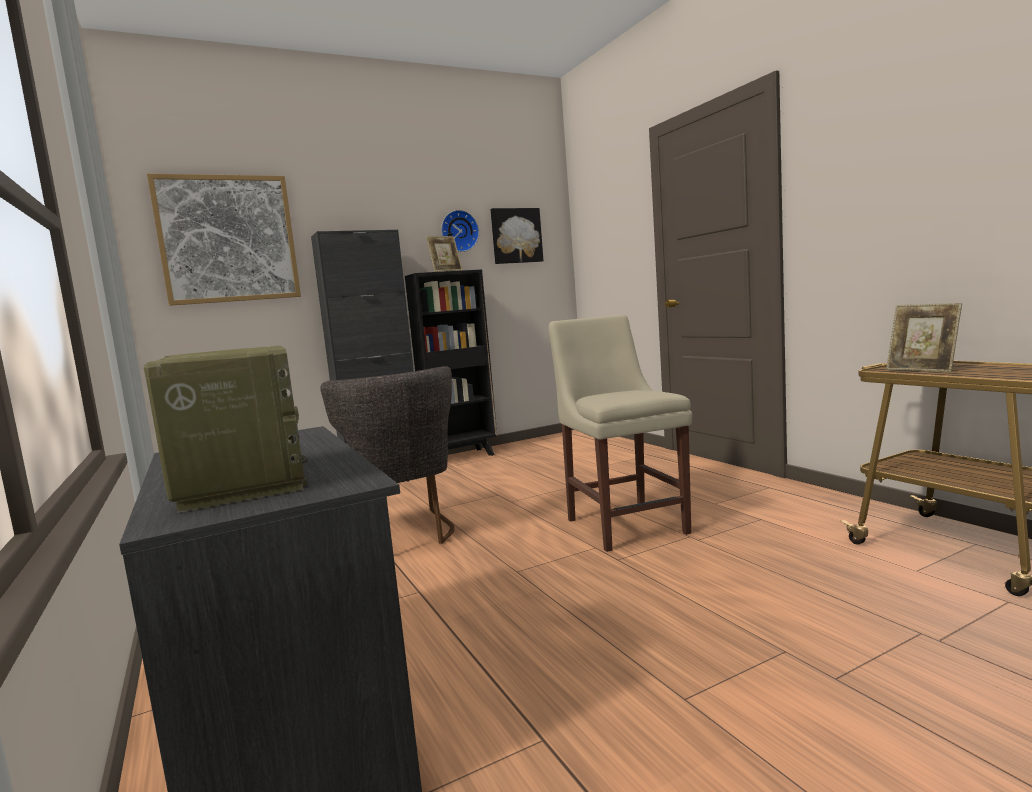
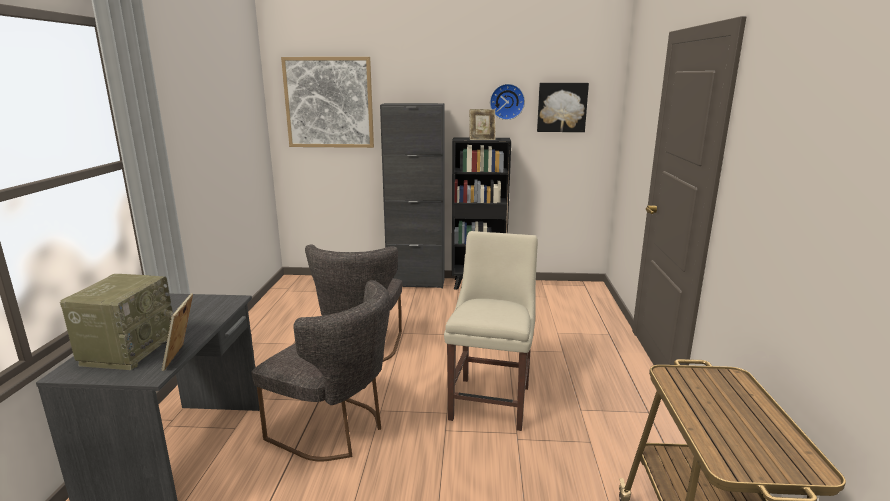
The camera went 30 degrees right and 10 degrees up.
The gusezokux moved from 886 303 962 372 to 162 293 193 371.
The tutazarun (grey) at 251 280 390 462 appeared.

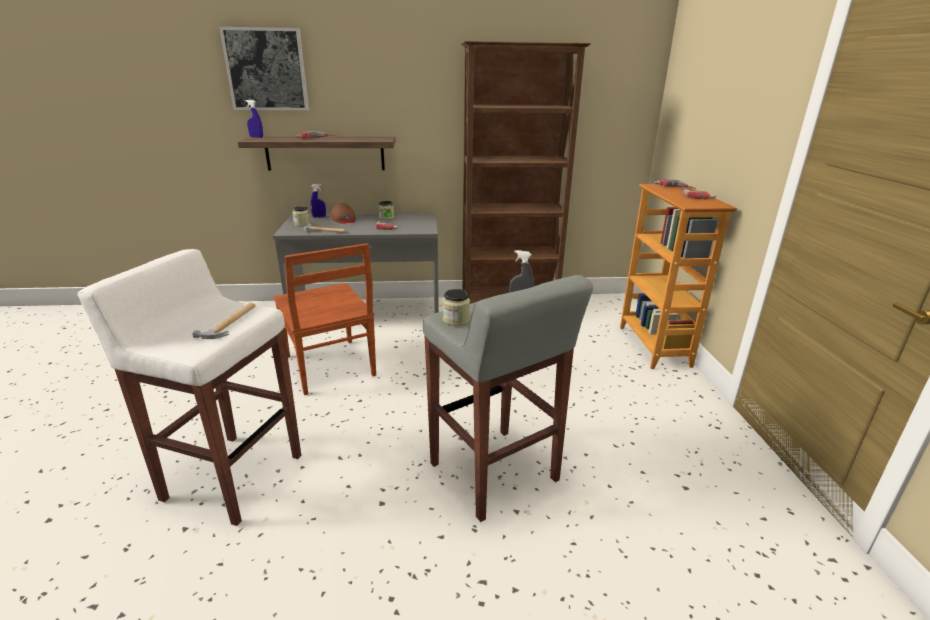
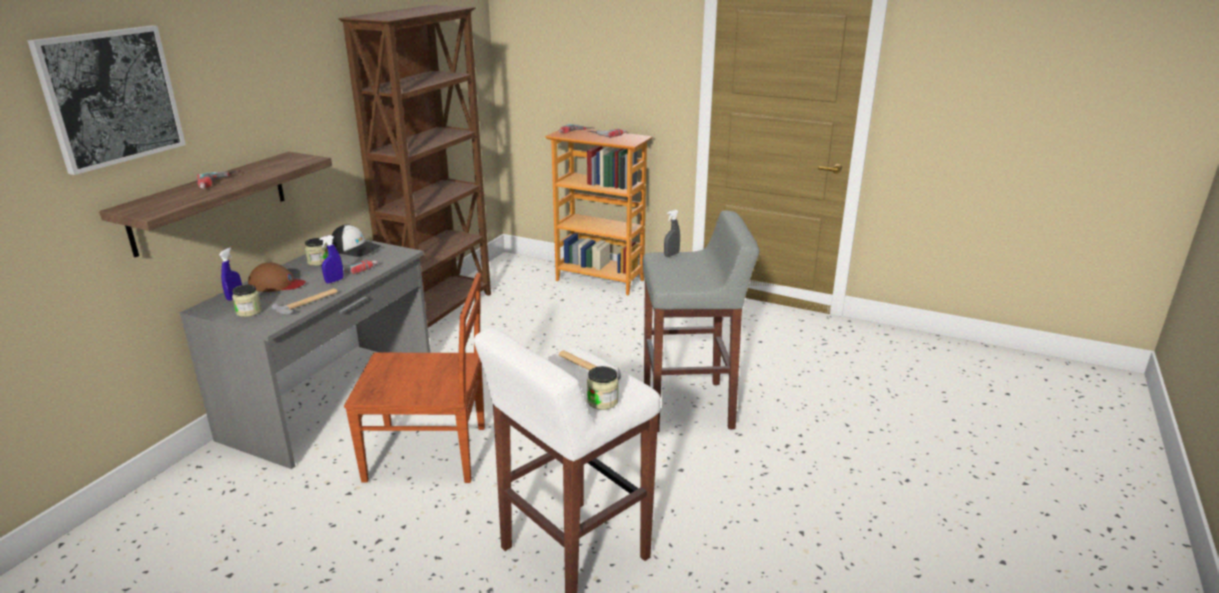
The camera went 60 degrees left and 0 degrees up.
The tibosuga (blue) moved from 245 100 263 138 to 319 235 343 284.
The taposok moved from 443 289 470 326 to 587 366 618 410.
The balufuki at 331 224 381 257 appeared.

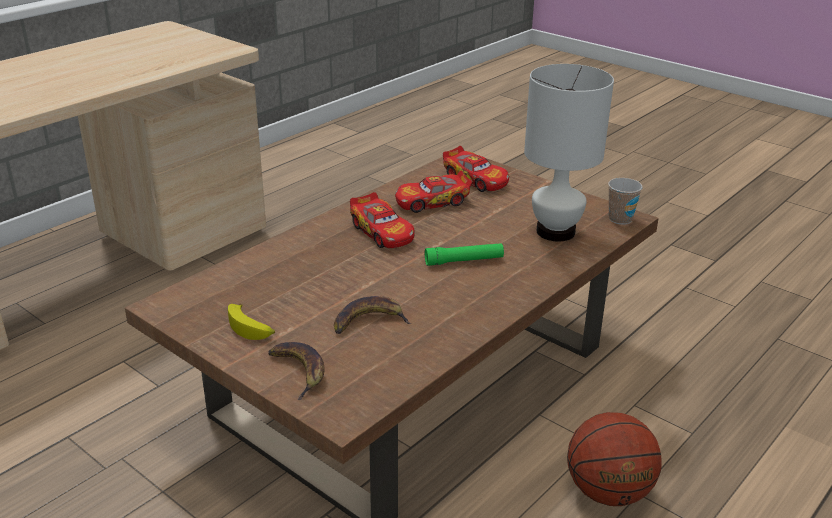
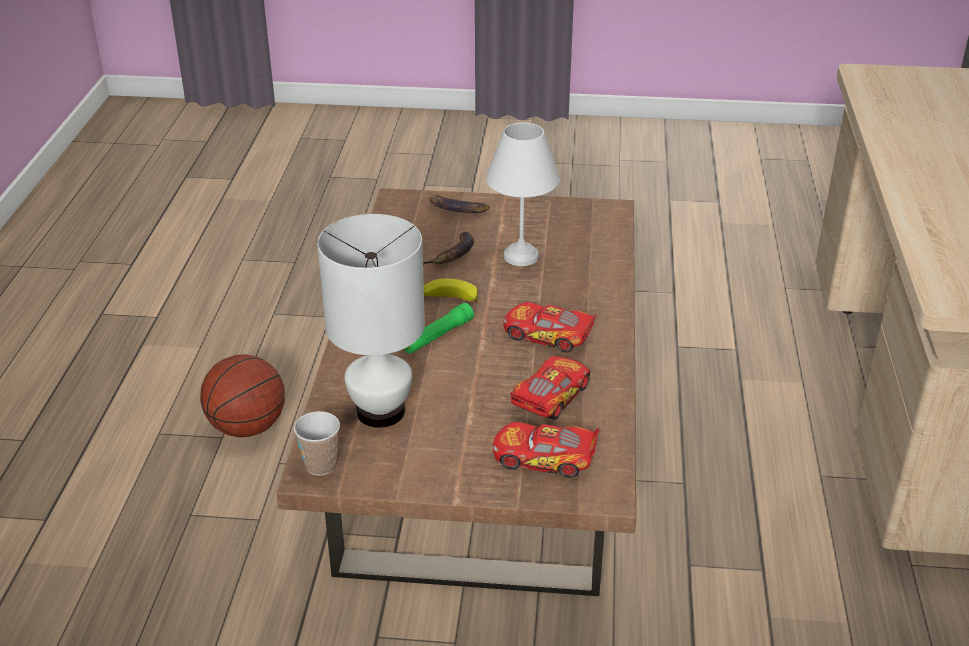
The camera went 145 degrees right and 5 degrees up.
The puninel moved from 228 304 275 340 to 424 278 477 302.
The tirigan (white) at 486 122 560 266 appeared.

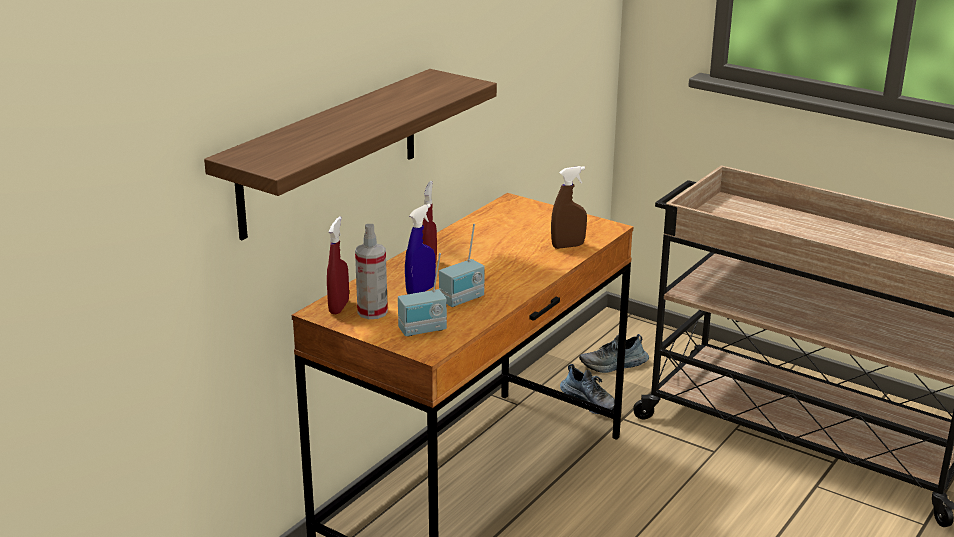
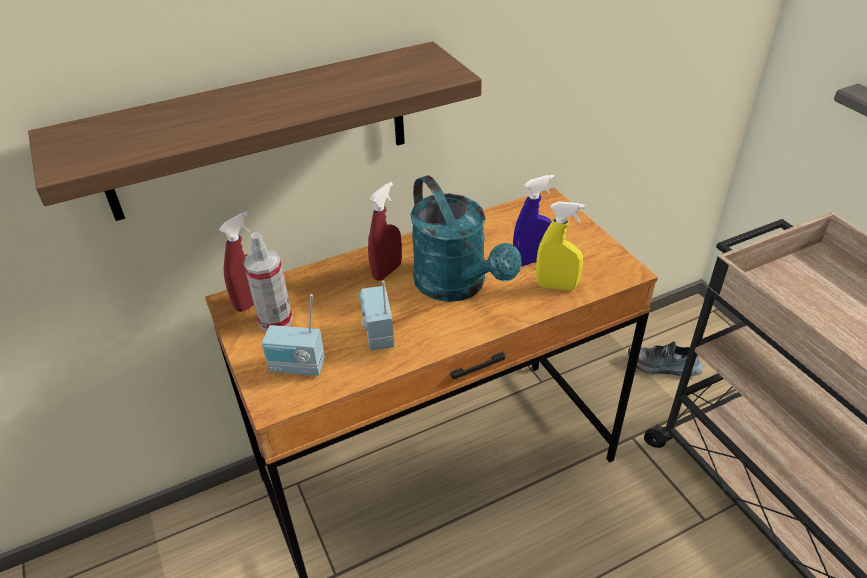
The camera went 30 degrees right and 15 degrees up.
The tibosuga (brown) at 551 166 587 249 became the tibosuga (yellow) at 536 201 585 290.
The tibosuga (blue) moved from 405 204 436 294 to 513 175 554 266.
The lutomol at 439 224 485 307 turned 90 degrees clockwise.
The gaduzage at 560 364 615 414 disappeared.
The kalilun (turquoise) at 410 175 521 302 appeared.

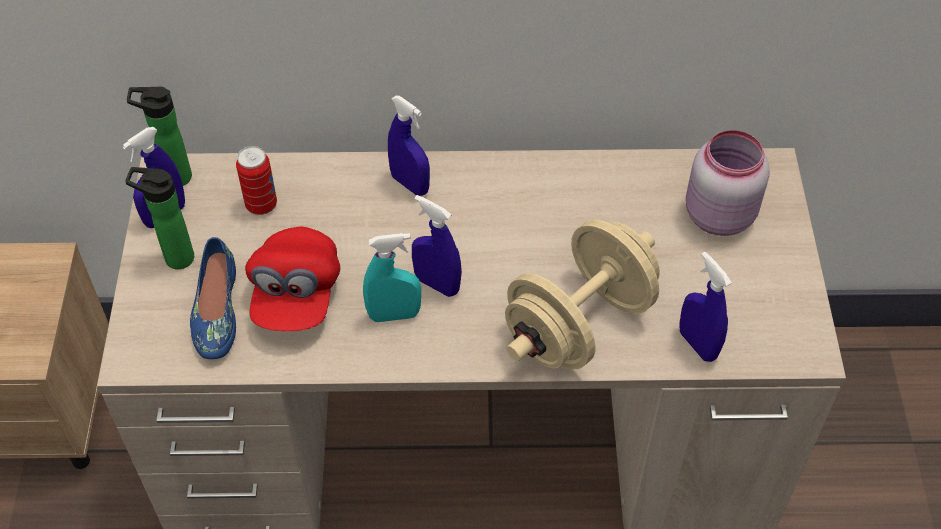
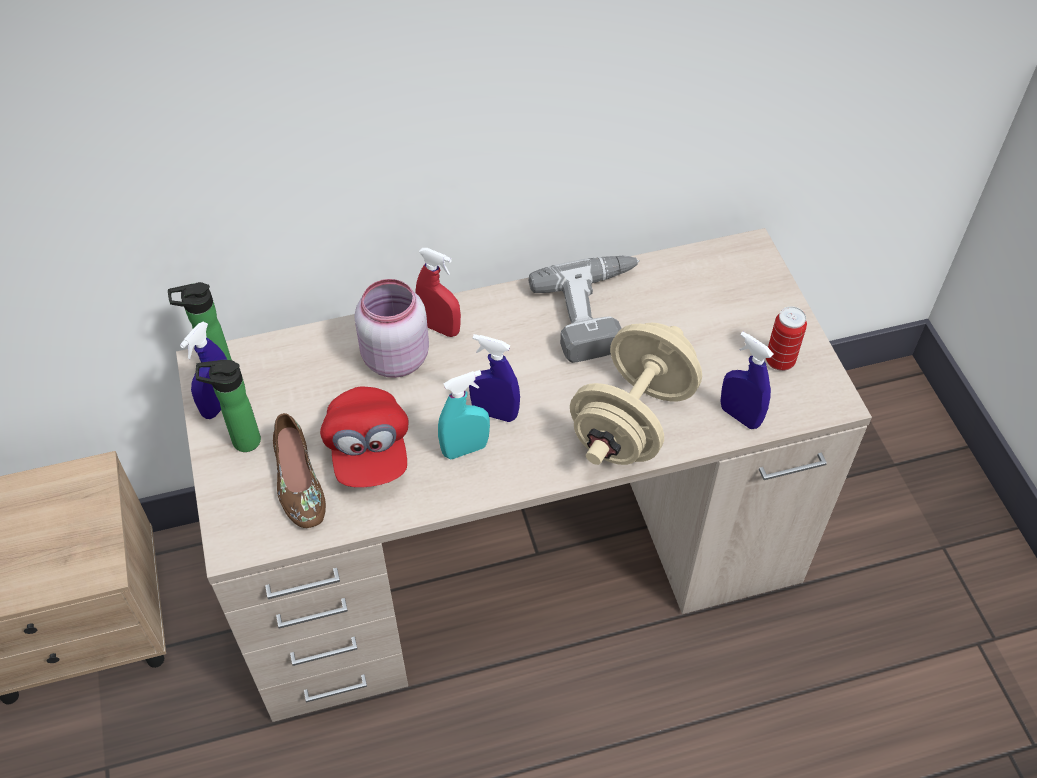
The camera went 15 degrees left and 0 degrees up.
The tibosuga (blue) at 388 95 430 196 became the tibosuga (red) at 415 248 461 337.
The taposok (pink) moved from 686 130 770 236 to 354 279 429 378.
The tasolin moved from 236 146 277 215 to 766 306 807 371.
The gaduzage (blue) at 190 237 236 359 became the gaduzage (brown) at 273 413 326 528.
The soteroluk at 529 256 639 363 appeared.

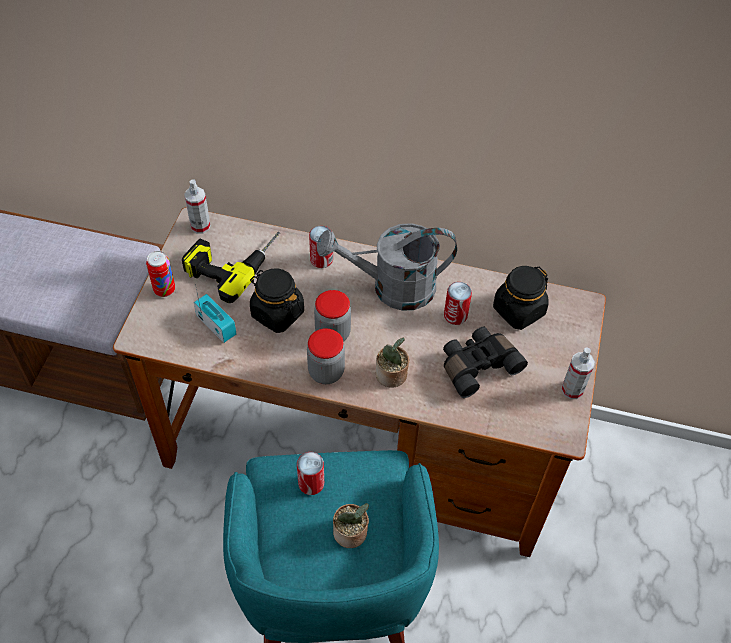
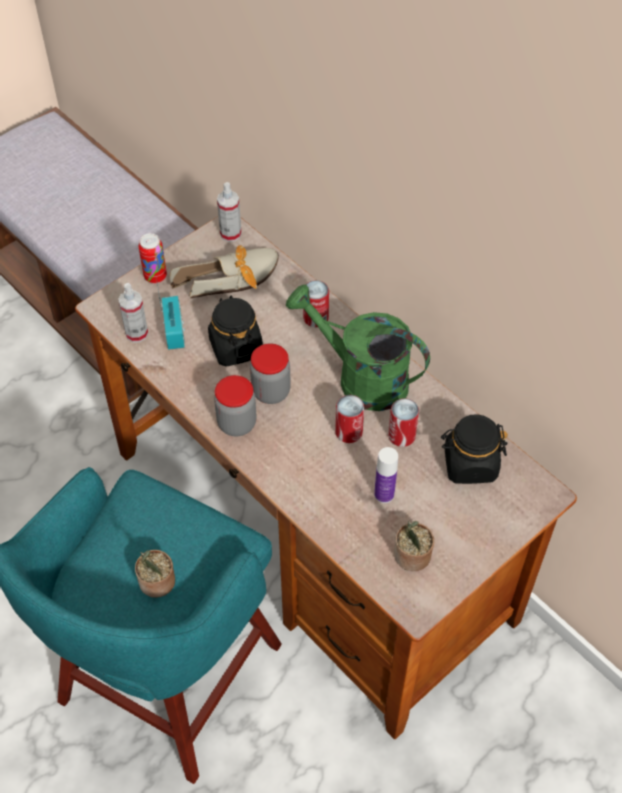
The camera went 35 degrees right and 0 degrees up.
The kalilun (grey) at 317 223 457 311 became the kalilun (green) at 286 284 430 411.
The soteroluk at 182 232 280 303 was replaced by the gaduzage at 170 245 279 298.
The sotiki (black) at 443 327 528 398 was replaced by the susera at 374 447 398 503.
The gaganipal moved from 376 337 409 388 to 394 520 434 571.
The tibosuga moved from 561 347 595 399 to 118 283 148 343.
The tasolin moved from 297 452 324 495 to 335 395 364 443.

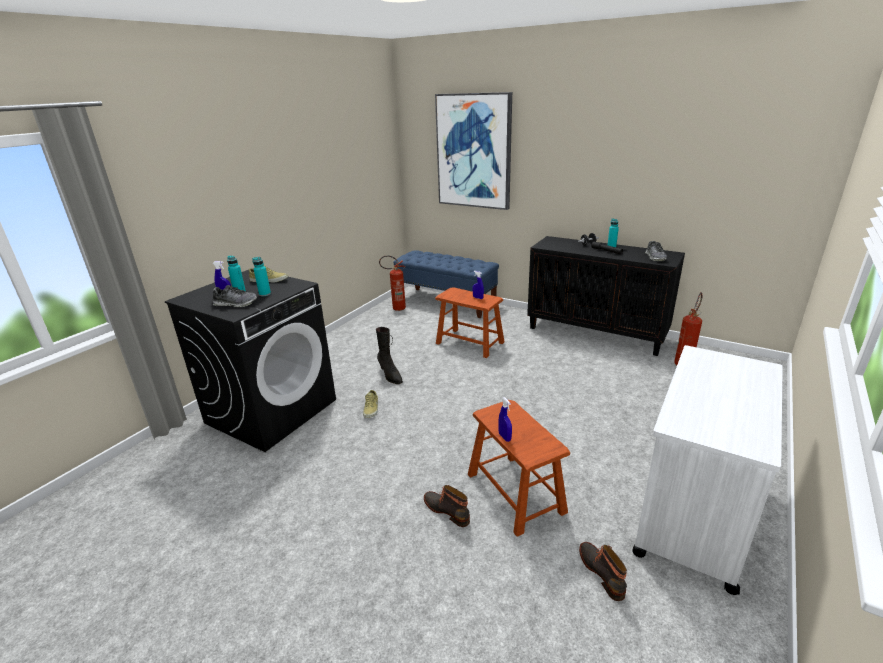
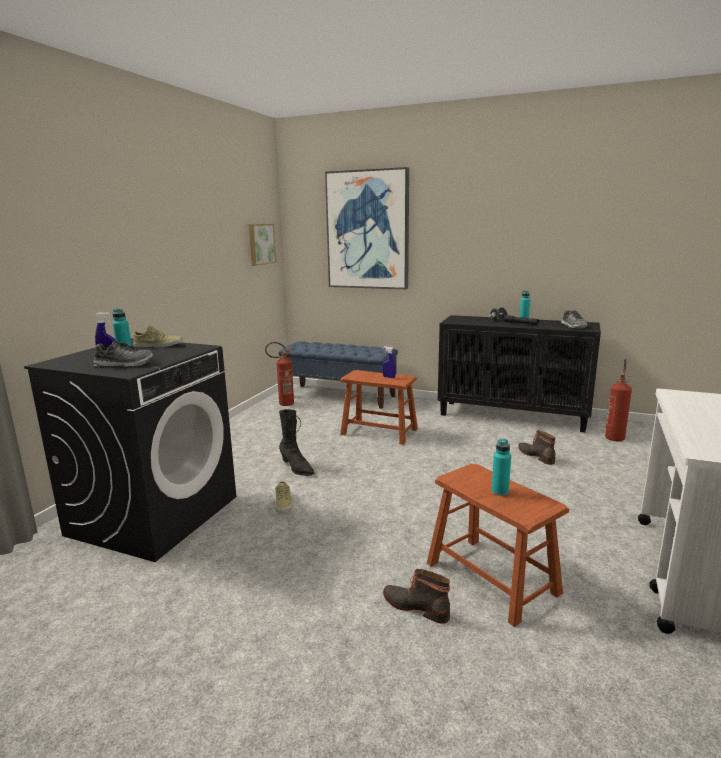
The camera went 10 degrees left and 10 degrees down.
The susera (turquoise) moved from 252 257 271 296 to 492 439 511 496.
The tibosuga (blue) at 498 397 512 442 disappeared.
The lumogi moved from 579 542 627 601 to 518 430 556 465.
The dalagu at 249 224 277 266 appeared.

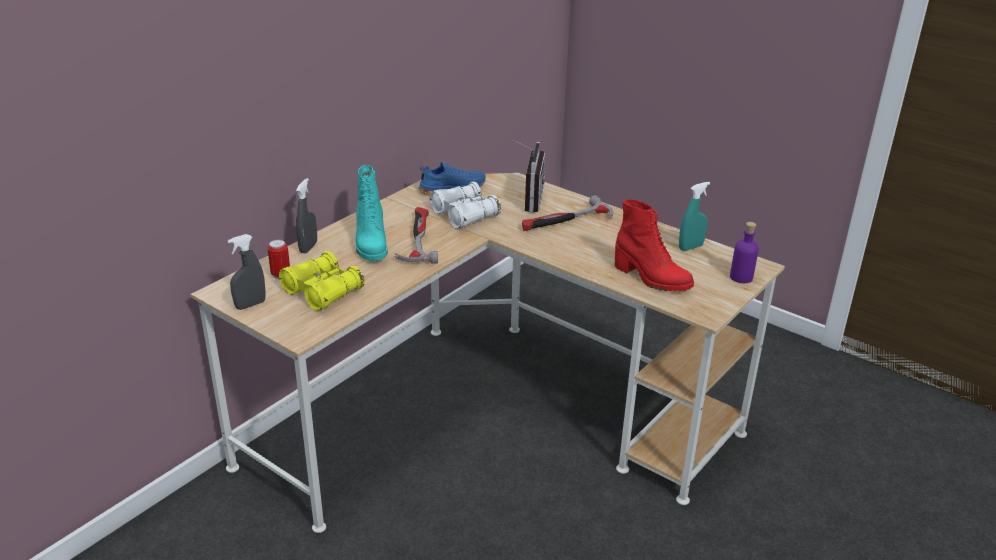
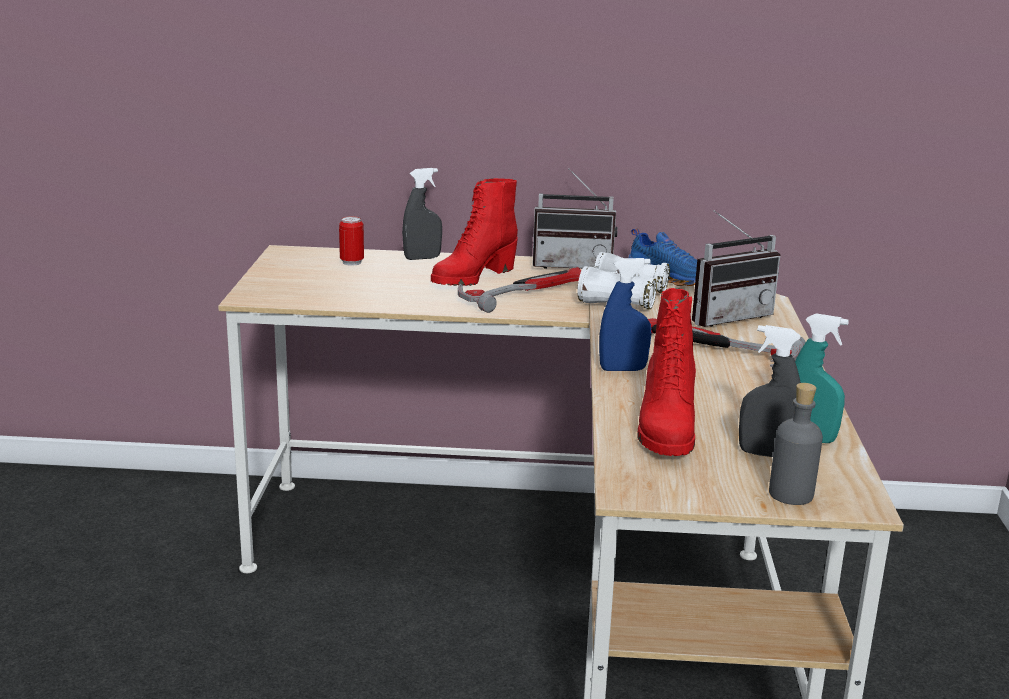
The camera went 55 degrees right and 10 degrees down.
The lumogi (turquoise) at 356 165 388 261 became the lumogi (red) at 431 178 518 286.
The susera (purple) at 730 222 759 283 became the susera (grey) at 769 383 823 505.
The tibosuga (grey) moved from 228 234 266 310 to 739 325 801 457.
The sotiki (yellow) at 279 251 365 311 disappeared.
The lutomol at 532 168 618 269 appeared.
The tibosuga (blue) at 599 258 651 371 appeared.

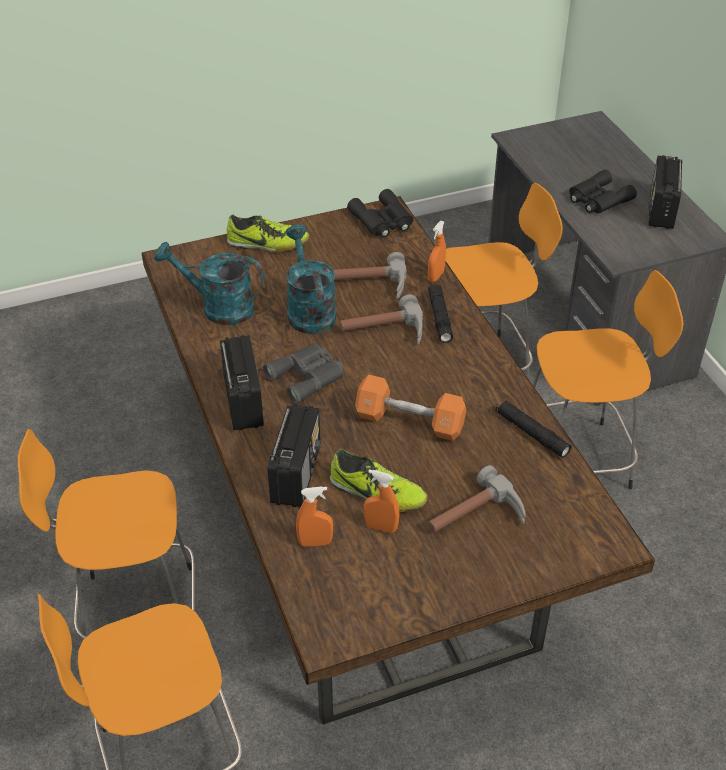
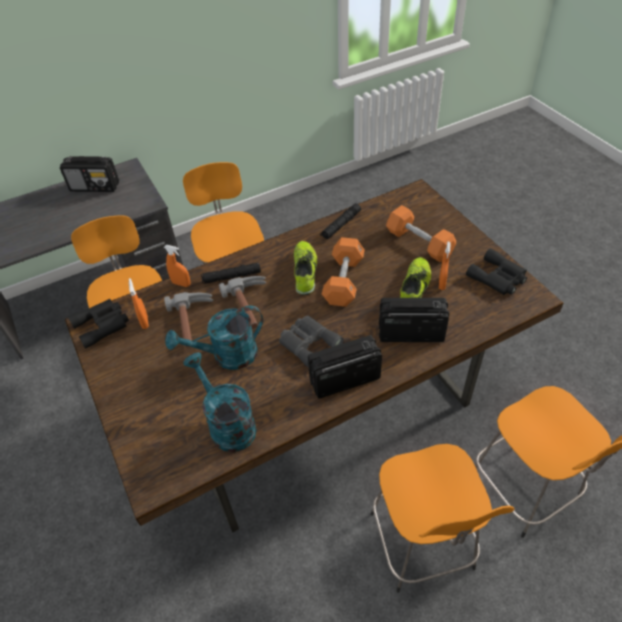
The camera went 95 degrees left and 5 degrees up.
The sotiki (black) moved from 569 170 637 213 to 466 248 527 295.
The gaduzage moved from 227 214 309 252 to 294 241 317 295.
The kalilun (turquoise) at 154 242 264 325 turned 135 degrees clockwise.
The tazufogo at 428 465 526 533 was replaced by the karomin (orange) at 386 205 456 262.
The tibosuga (orange) moved from 296 486 333 547 to 129 278 149 329.

